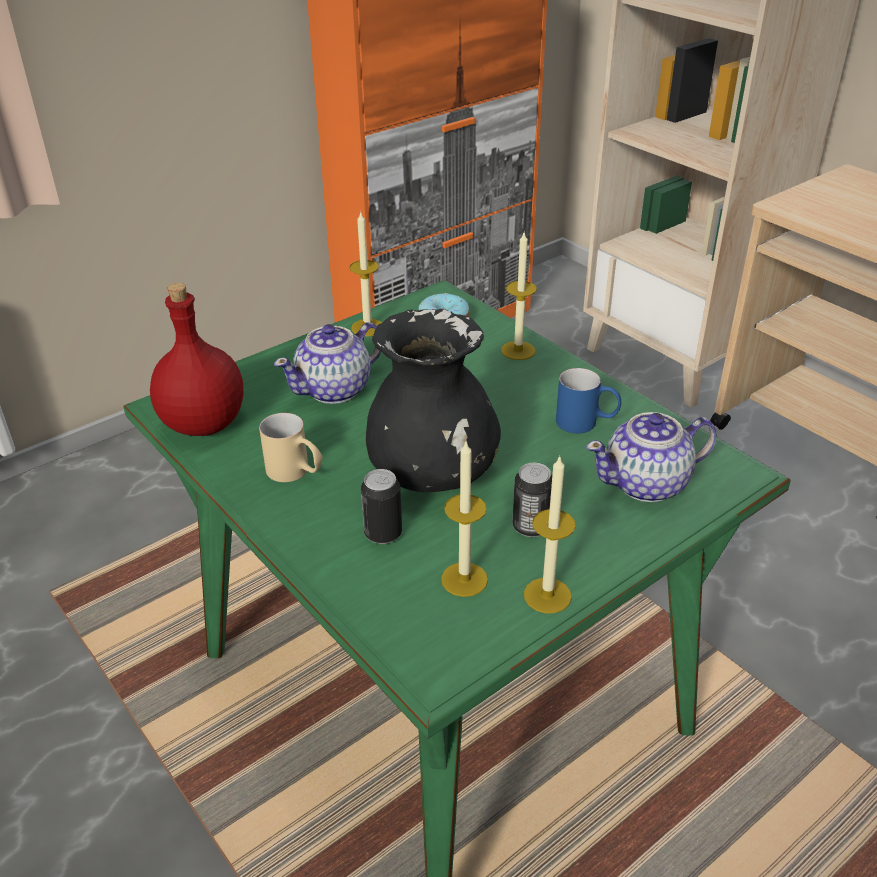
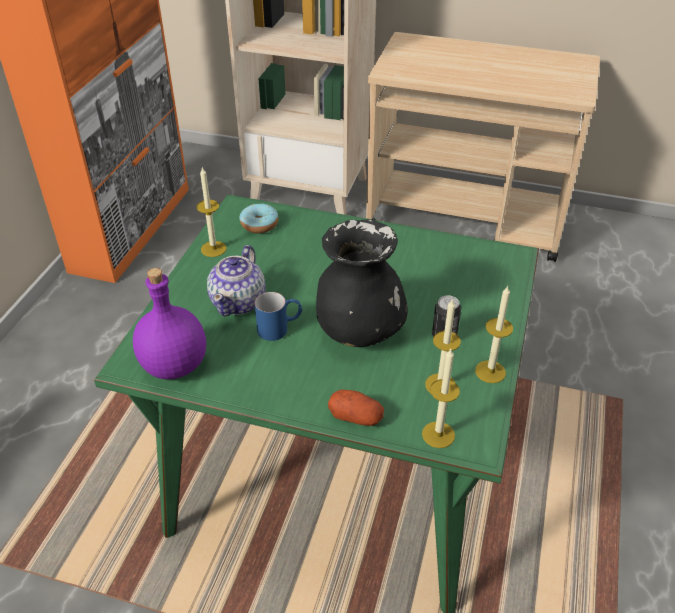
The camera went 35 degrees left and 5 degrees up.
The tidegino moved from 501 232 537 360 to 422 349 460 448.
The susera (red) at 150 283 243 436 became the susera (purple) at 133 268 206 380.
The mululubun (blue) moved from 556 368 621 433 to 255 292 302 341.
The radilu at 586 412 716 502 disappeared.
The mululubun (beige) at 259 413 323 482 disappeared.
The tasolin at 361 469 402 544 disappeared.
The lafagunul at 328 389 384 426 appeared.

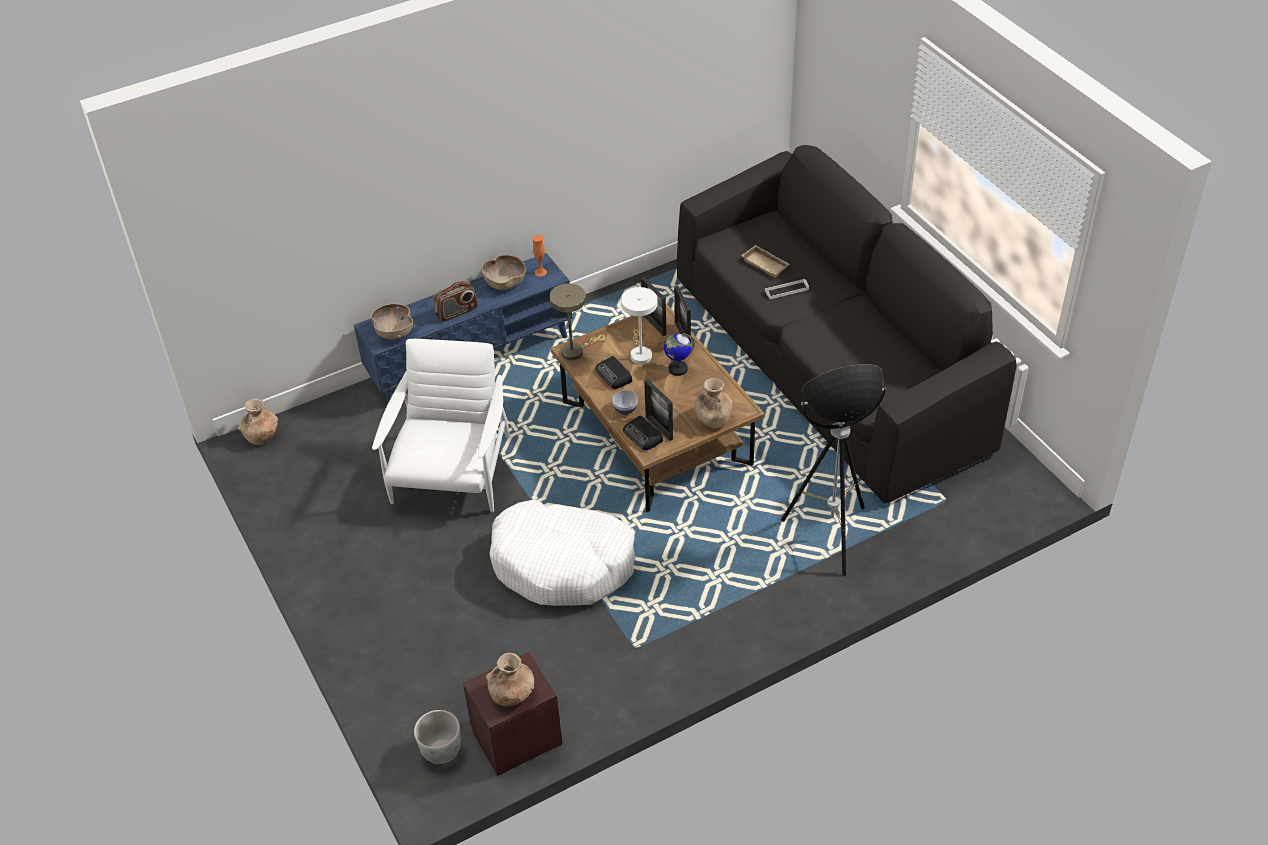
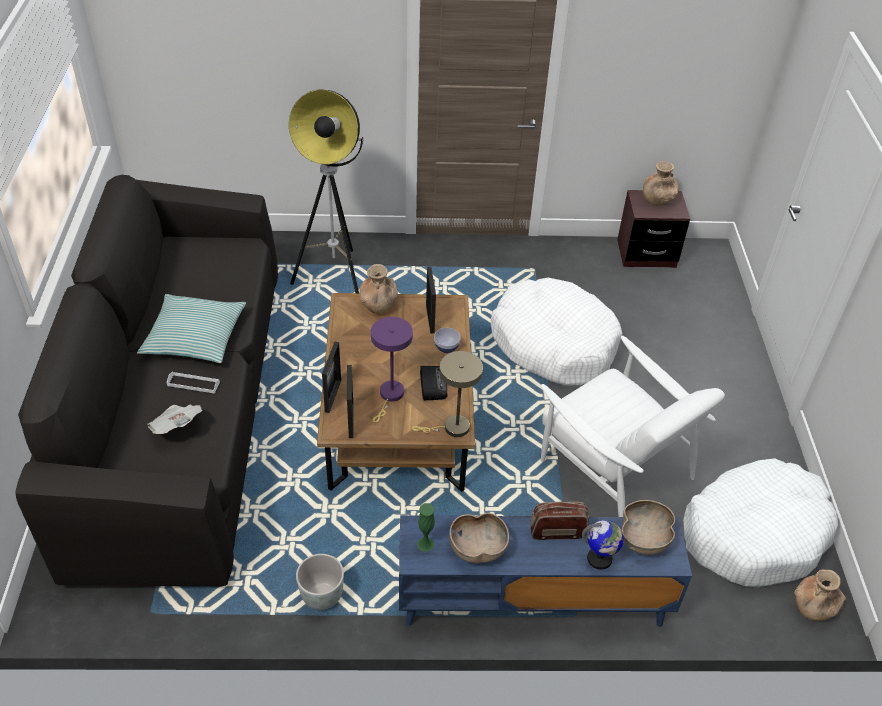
The camera went 155 degrees left and 0 degrees up.
The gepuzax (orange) at 532 235 547 276 became the gepuzax (green) at 417 503 435 552.
The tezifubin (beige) at 741 245 790 278 was replaced by the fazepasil at 148 405 202 434.
The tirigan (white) at 621 287 657 364 became the tirigan (purple) at 371 317 413 422.
The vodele moved from 664 333 695 376 to 582 520 624 570.
The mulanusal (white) at 372 339 510 513 turned 75 degrees counterclockwise.
The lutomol at 623 416 663 450 disappeared.
The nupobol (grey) moved from 414 710 461 764 to 296 554 344 610.
The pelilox at 137 294 246 363 appeared.
The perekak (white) at 683 458 838 587 appeared.

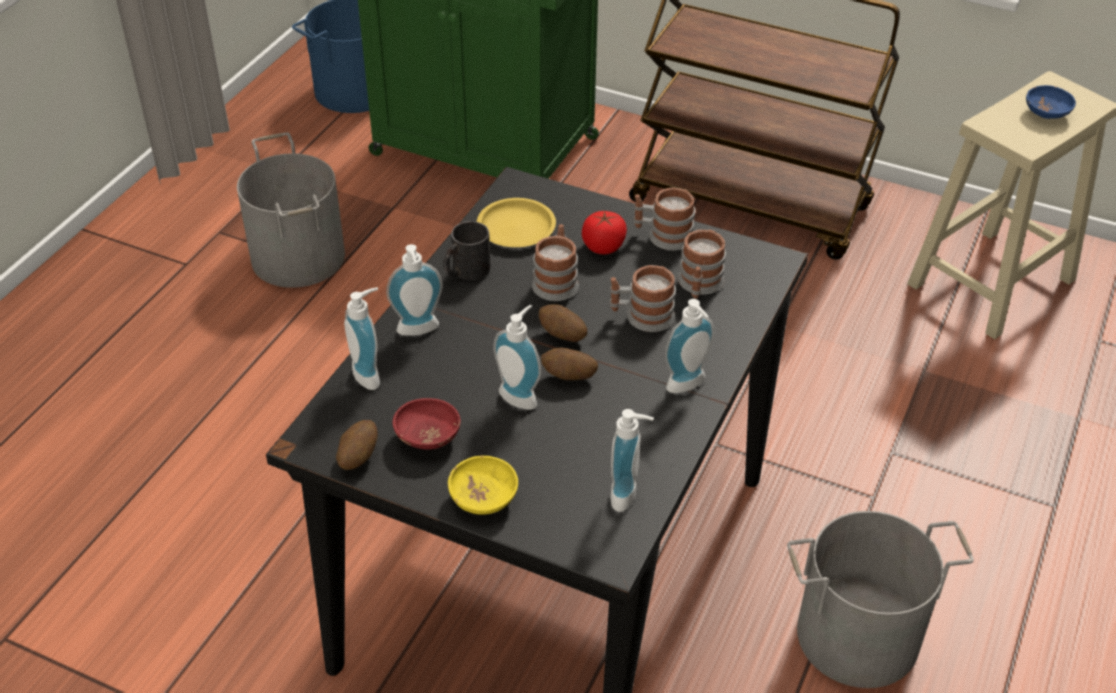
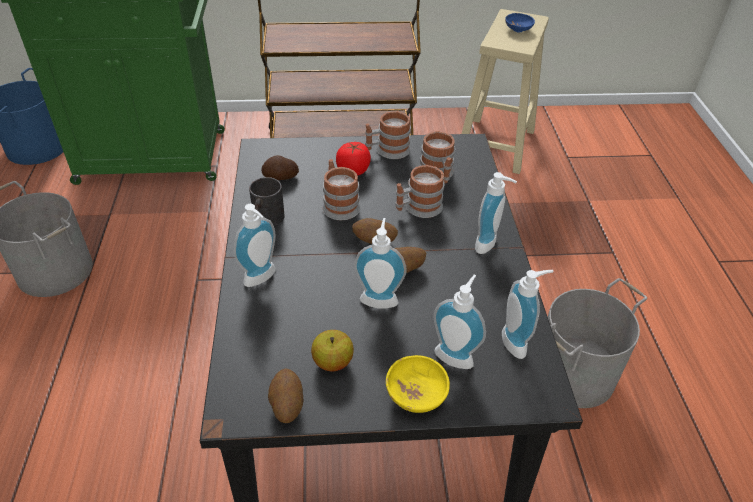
The camera went 30 degrees left and 0 degrees up.
The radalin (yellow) at 477 198 556 247 was replaced by the lafagunul at 261 155 299 180.
The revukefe moved from 344 287 380 390 to 433 275 486 369.
The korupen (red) at 393 398 461 450 was replaced by the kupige at 311 330 354 371.

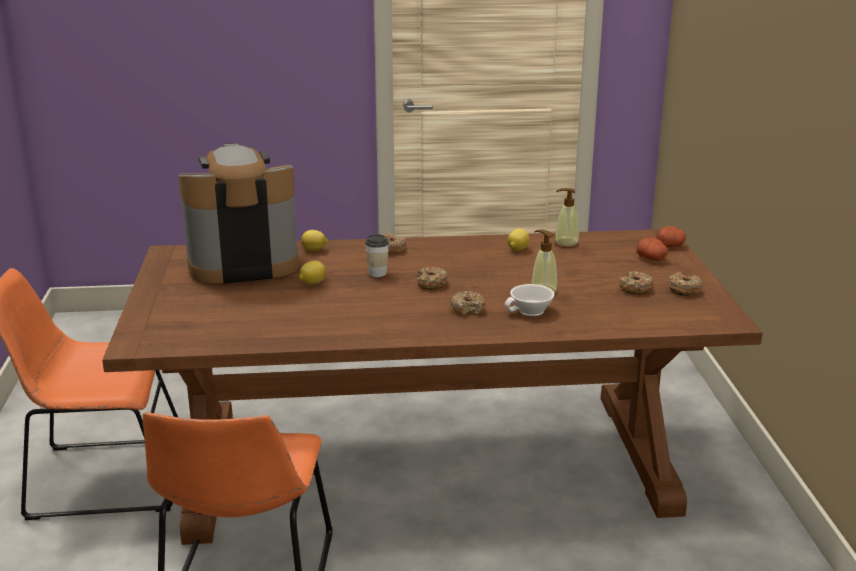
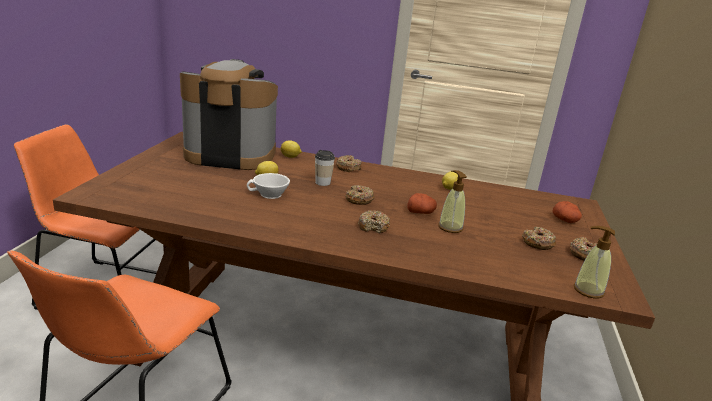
The camera went 15 degrees right and 0 degrees up.
The revukefe moved from 554 188 579 248 to 574 226 615 299.
The lafagunul moved from 656 226 686 247 to 407 193 437 214.
The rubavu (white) moved from 505 284 555 316 to 247 173 290 199.

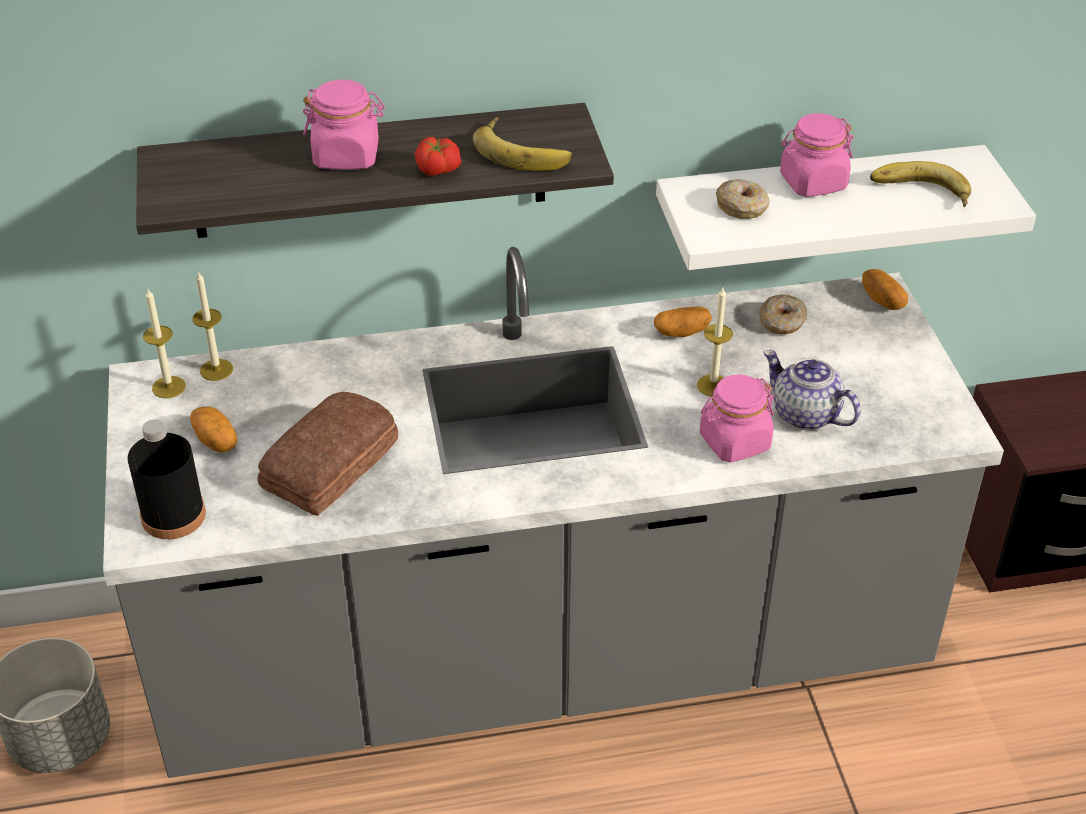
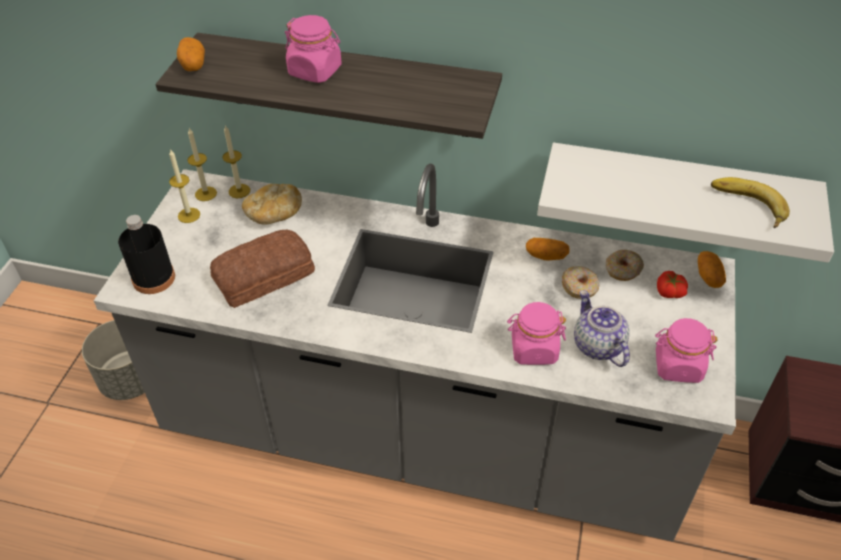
The camera went 25 degrees right and 5 degrees up.
The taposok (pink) moved from 780 113 853 197 to 655 318 718 383.
The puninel at 473 117 572 171 disappeared.
The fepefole moved from 415 137 461 176 to 657 271 688 298.
The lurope moved from 716 179 770 219 to 562 266 599 299.
The tidegino moved from 697 288 733 397 to 169 149 200 223.
The lafagunul moved from 190 406 237 452 to 177 37 205 71.
The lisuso at 242 184 302 225 appeared.

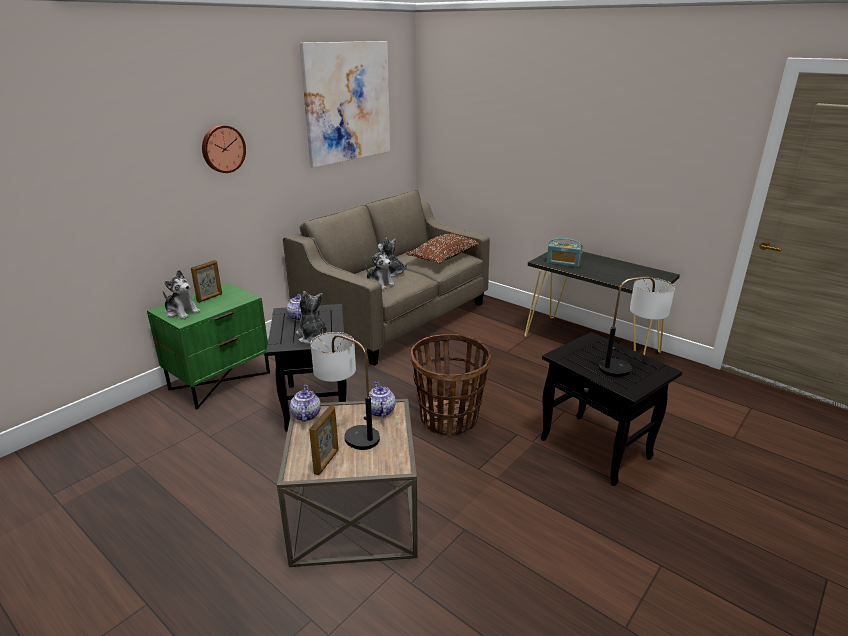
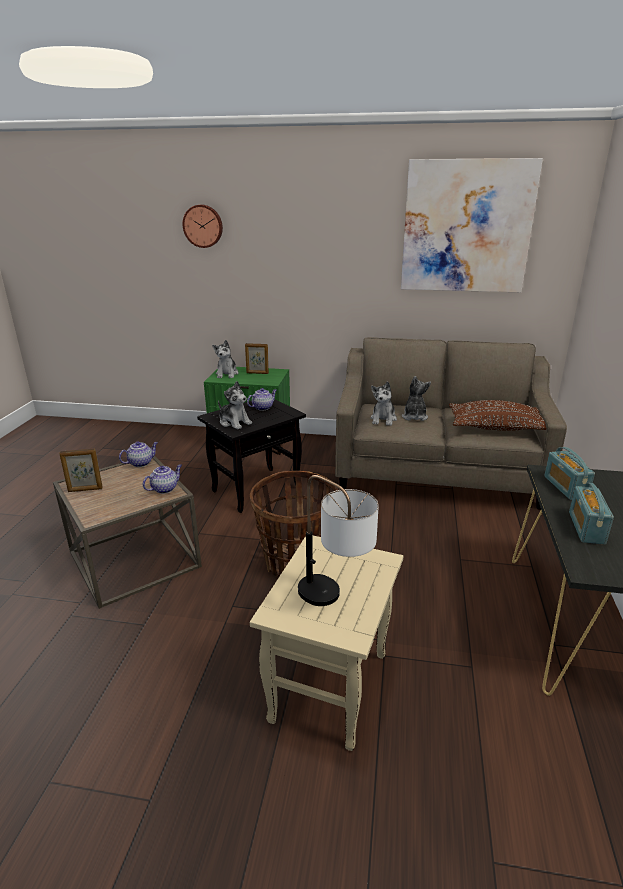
The camera went 60 degrees right and 0 degrees up.
The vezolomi moved from 202 125 246 173 to 183 205 223 248.
The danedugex at 296 291 328 344 turned 105 degrees clockwise.
The tirigan at 311 332 380 450 disappeared.
The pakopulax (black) at 541 332 682 486 became the pakopulax (beige) at 250 535 403 751.
The lutomol at 569 483 614 544 appeared.

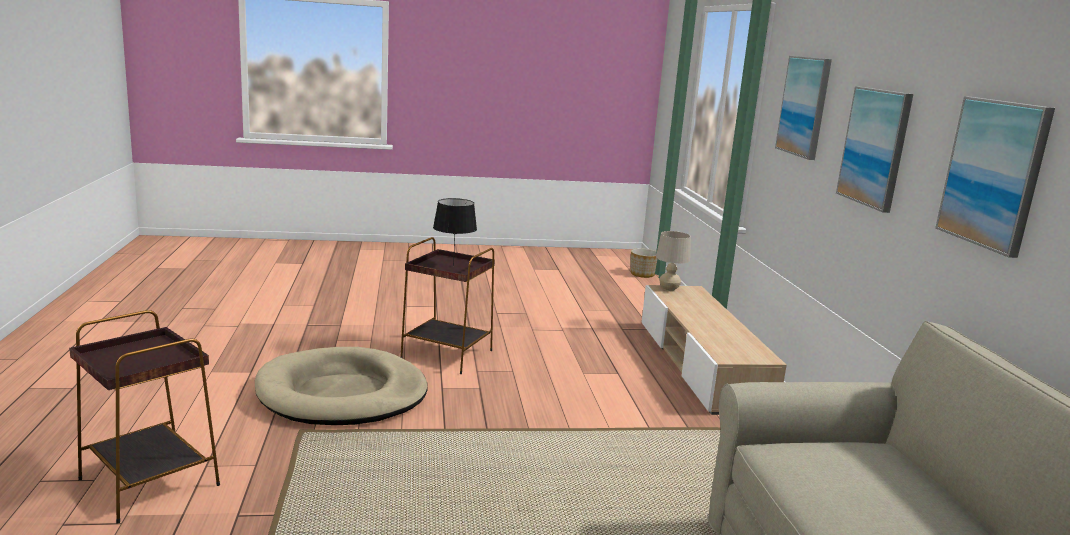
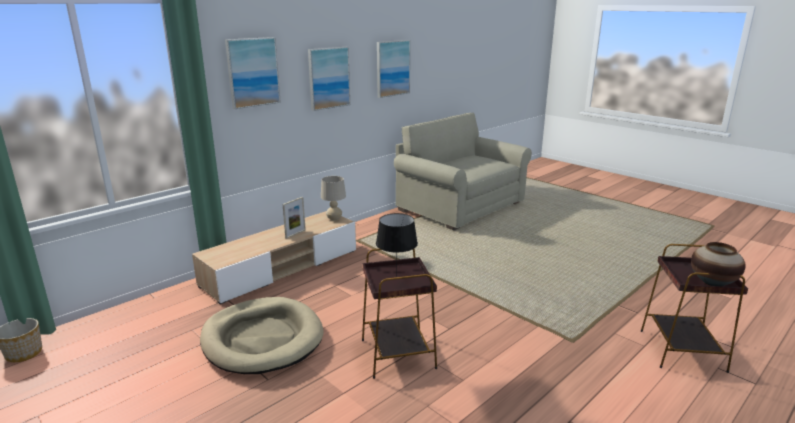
The camera went 125 degrees left and 5 degrees up.
The tirigan (beige) moved from 656 231 691 291 to 321 176 346 221.
The perekak (beige) moved from 255 347 428 425 to 200 297 324 374.
The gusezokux at 283 197 306 239 appeared.
The gepuzax at 691 242 746 286 appeared.

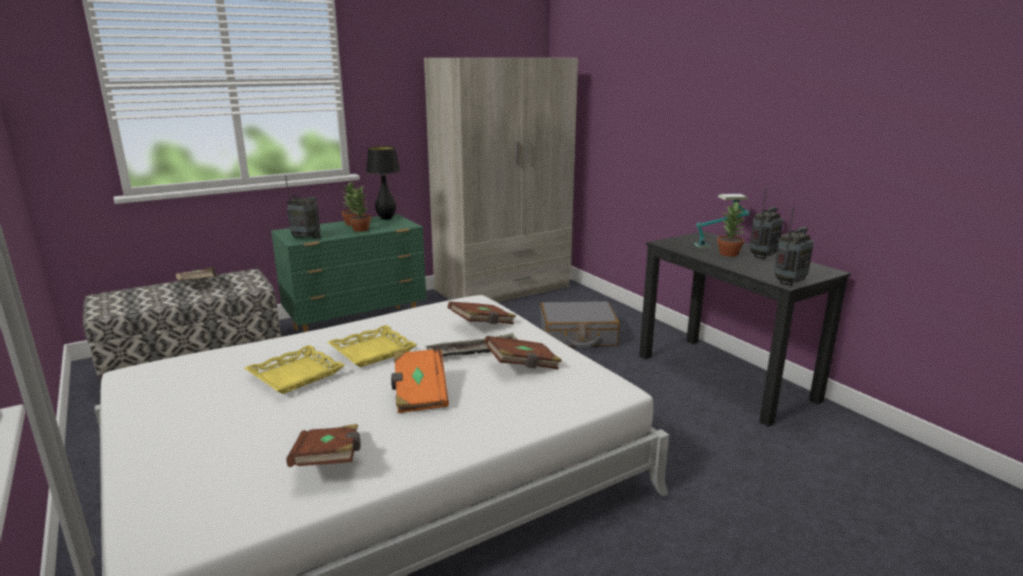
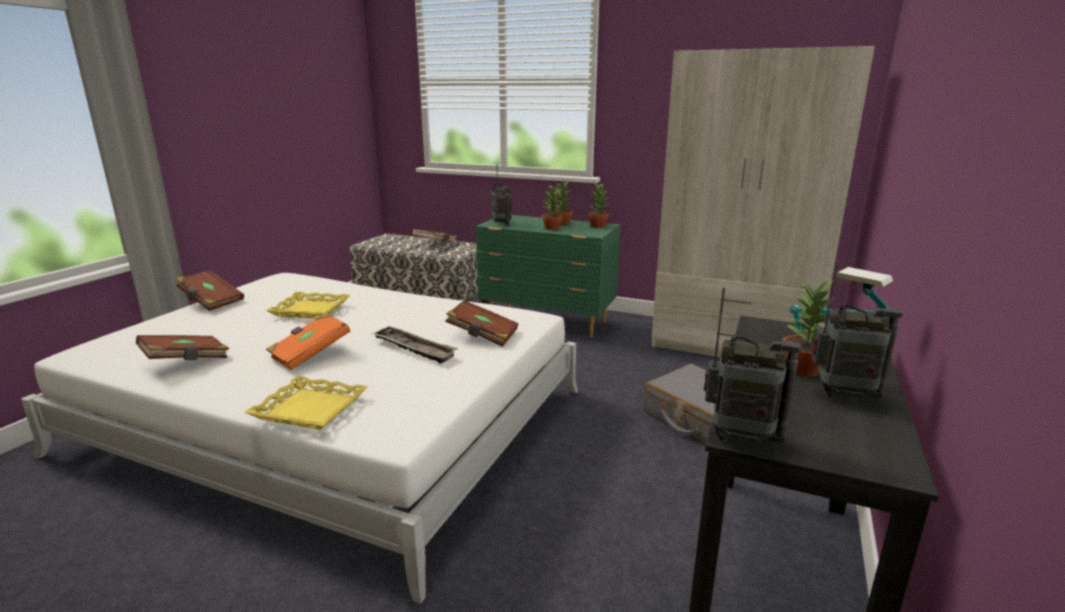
The camera went 55 degrees right and 0 degrees up.
The tirigan (black) at 366 146 400 220 was replaced by the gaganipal at 588 183 610 227.
The tezifubin (yellow) moved from 328 325 417 367 to 244 376 368 430.
The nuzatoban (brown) moved from 484 336 562 369 to 175 270 244 311.

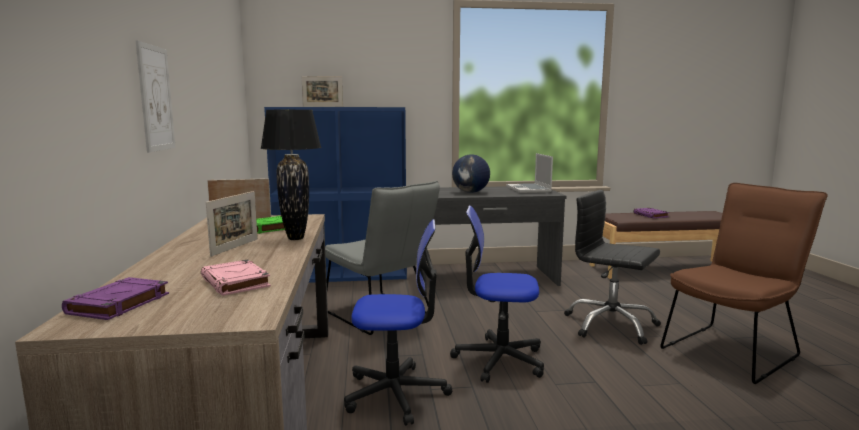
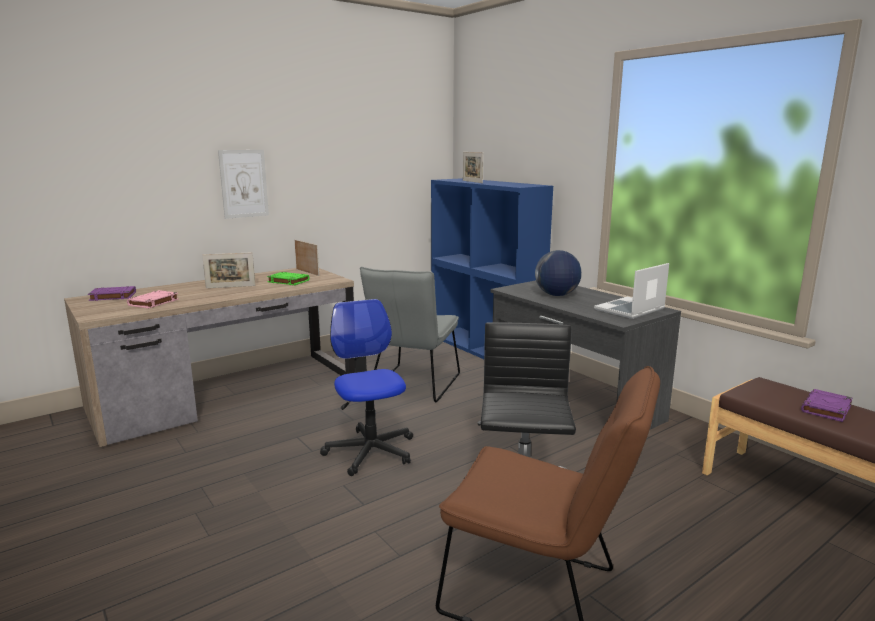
The camera went 60 degrees right and 5 degrees up.
The tirigan (black) at 261 110 321 240 disappeared.
The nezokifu at 344 219 452 426 disappeared.

